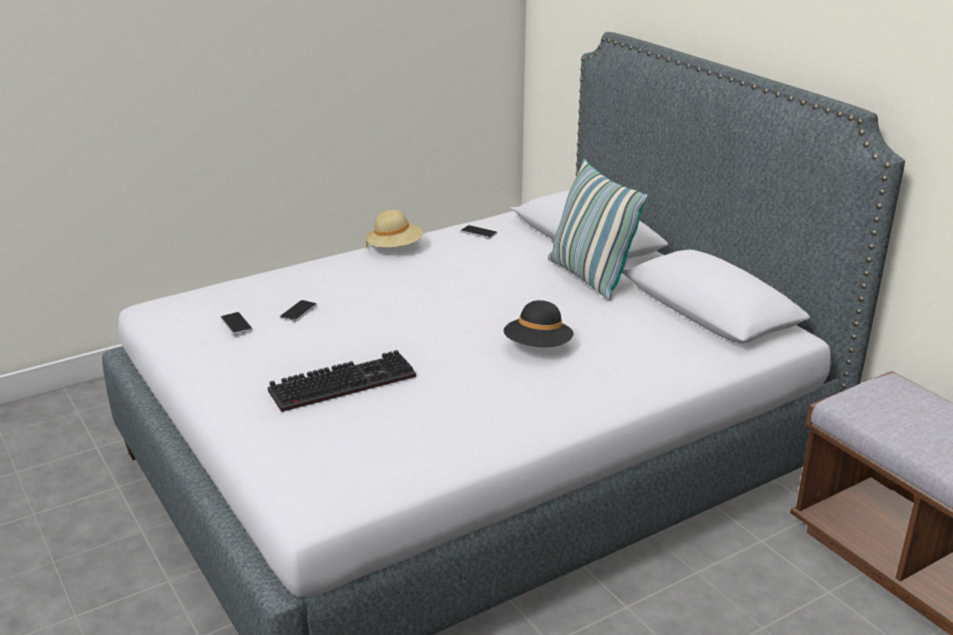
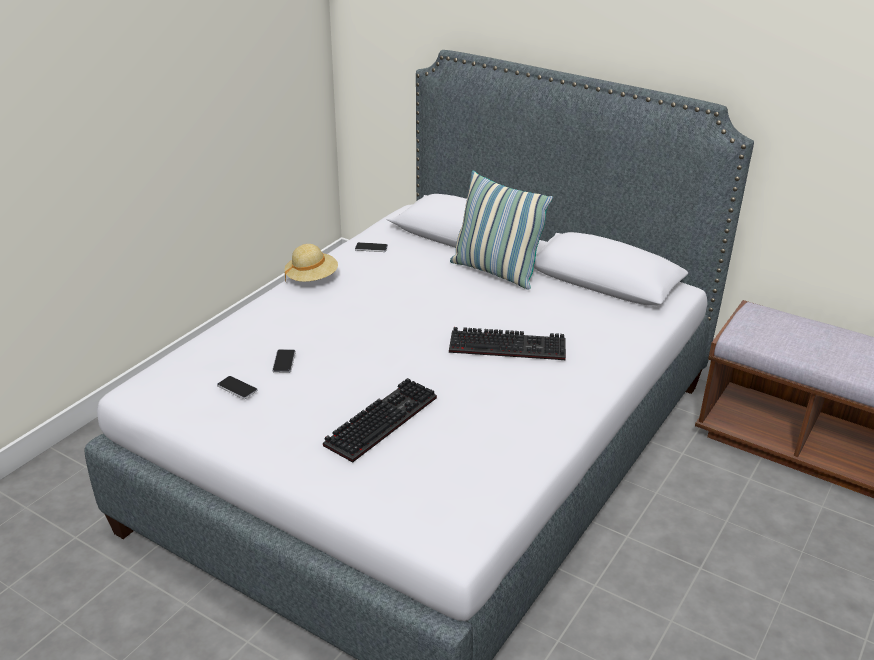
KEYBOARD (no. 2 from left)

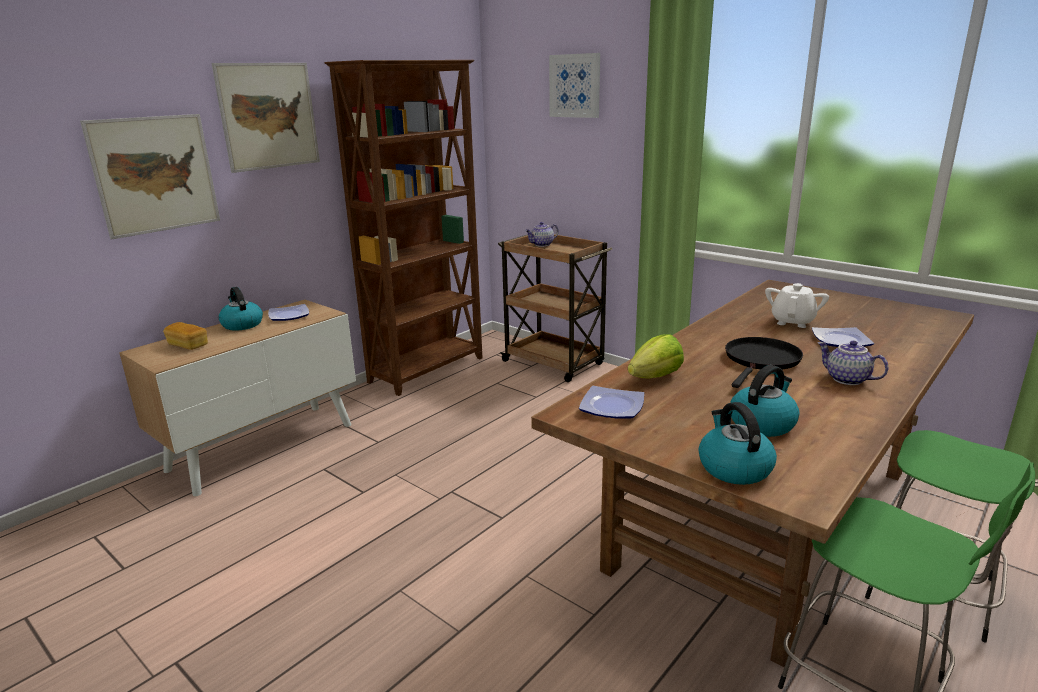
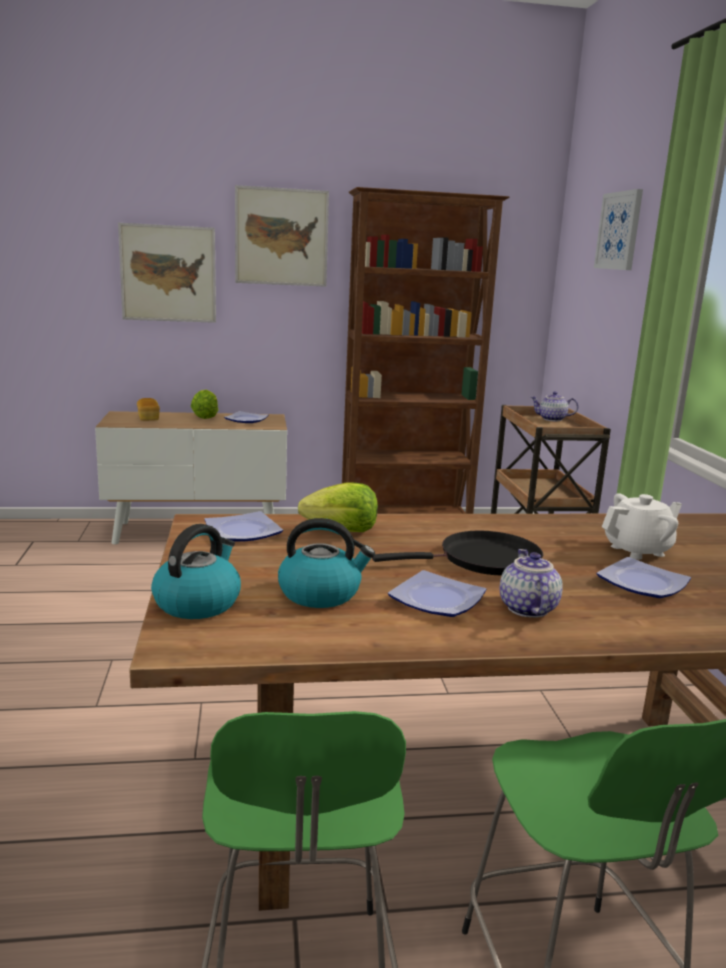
LETTUCE (no. 1 from left)
PLATE (no. 3 from left)

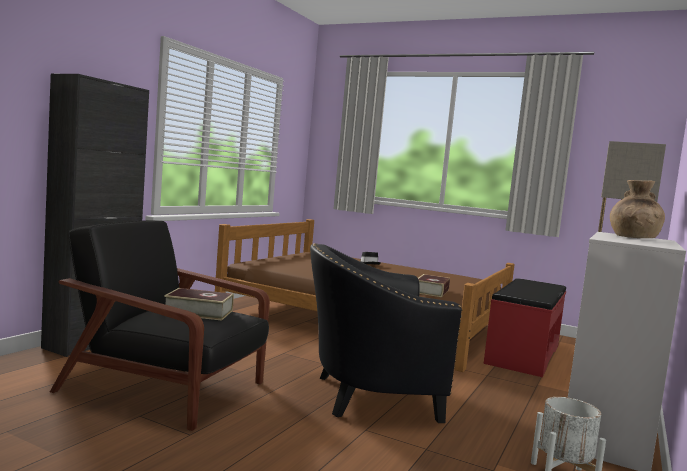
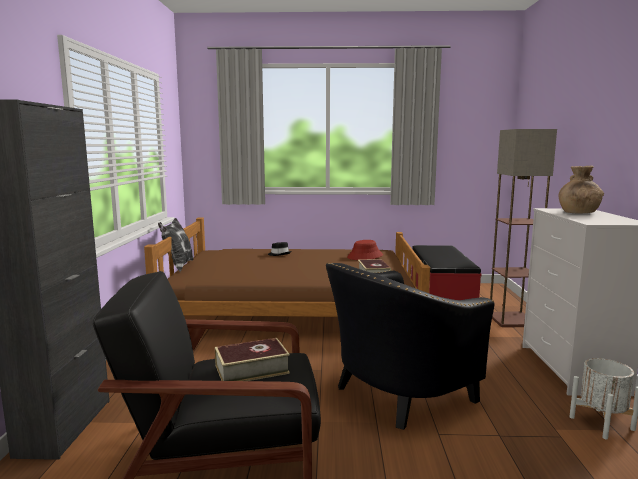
PILLOW
RED HAT

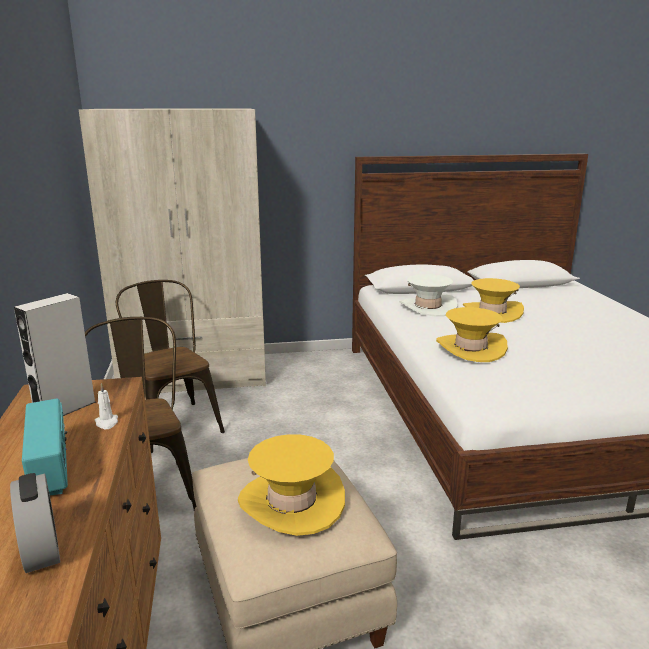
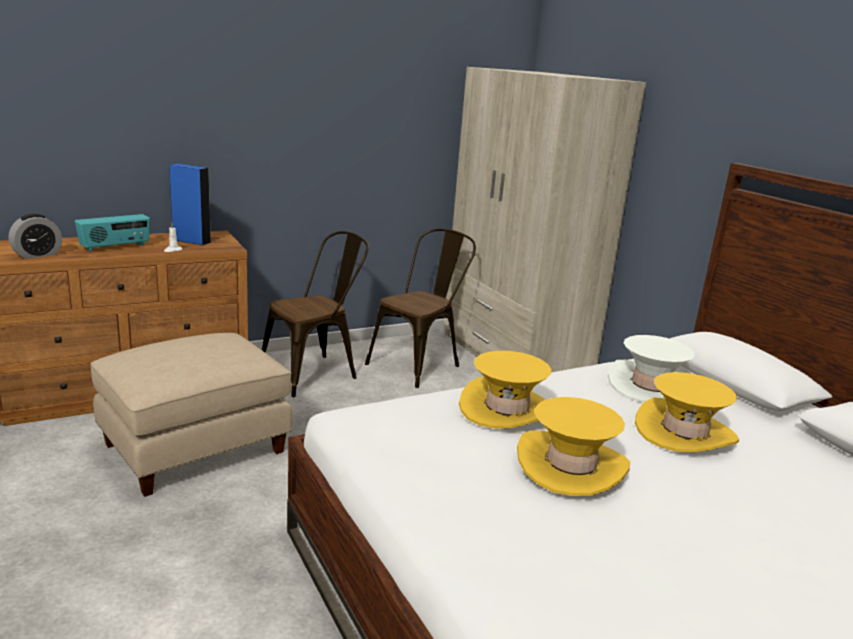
BLUE SPEAKER
YELLOW HAT (no. 2 from left)

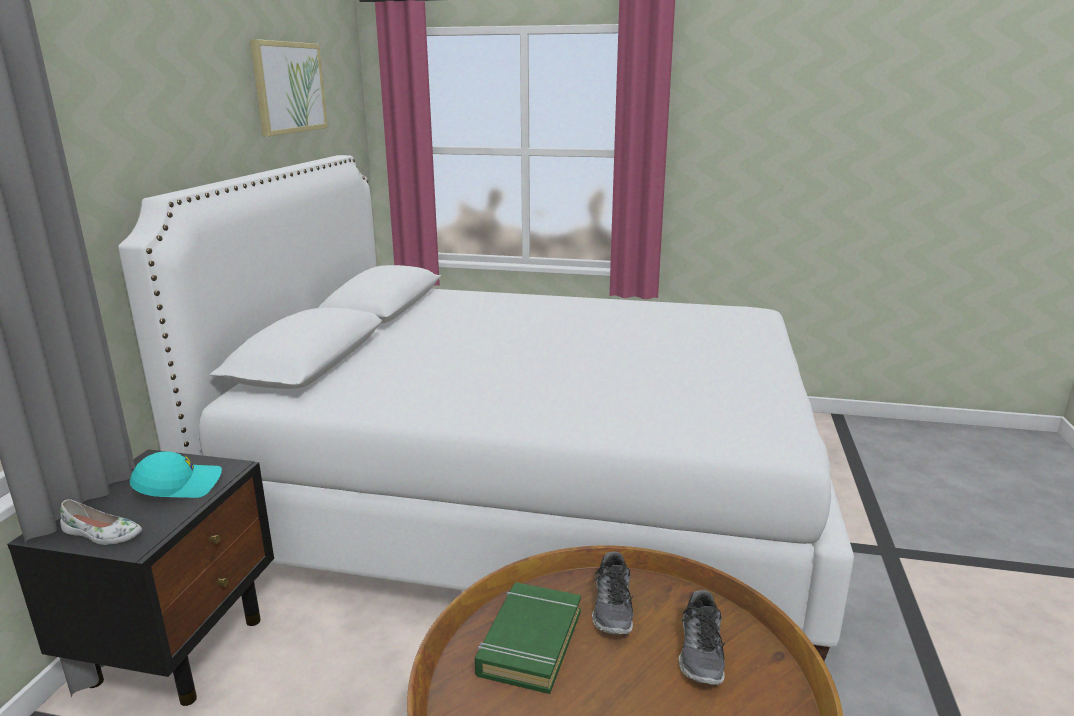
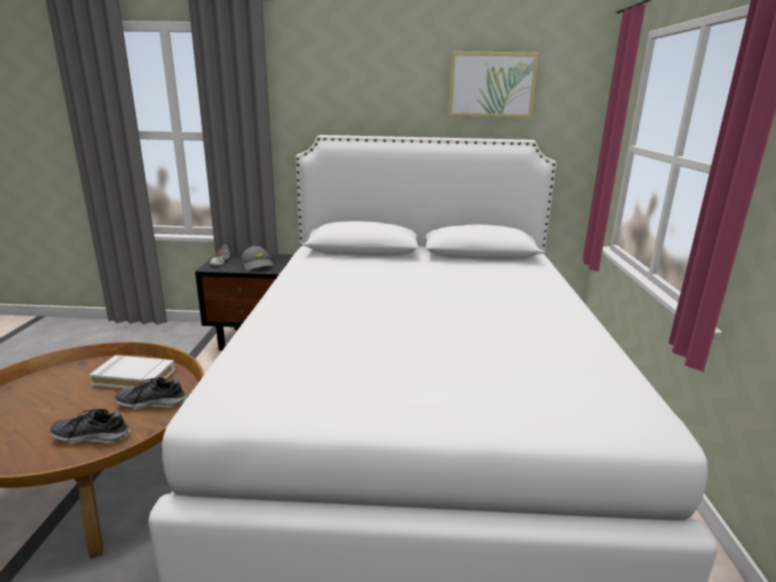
GREY CAP
WHITE BOOK

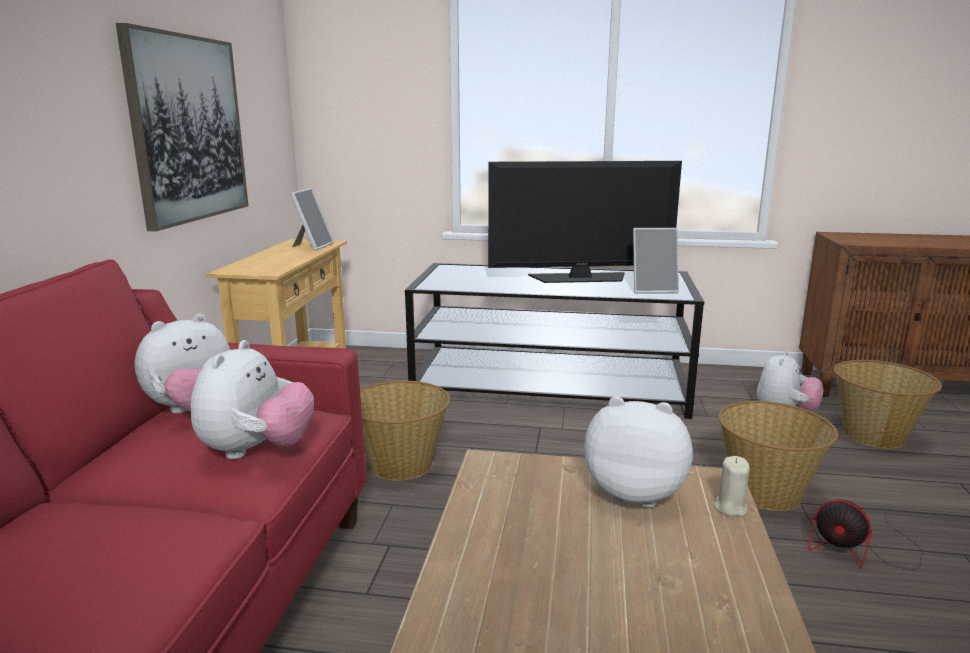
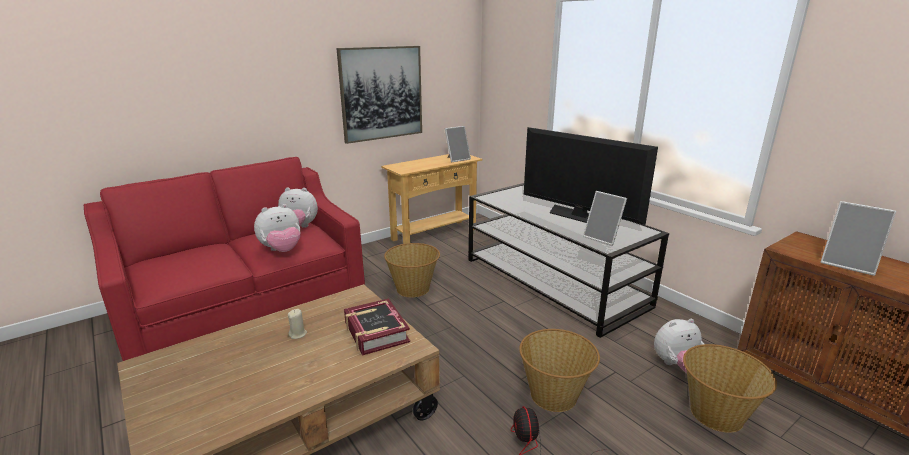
BOOK
BEIGE CANDLE
PICTURE FRAME (no. 3 from left)

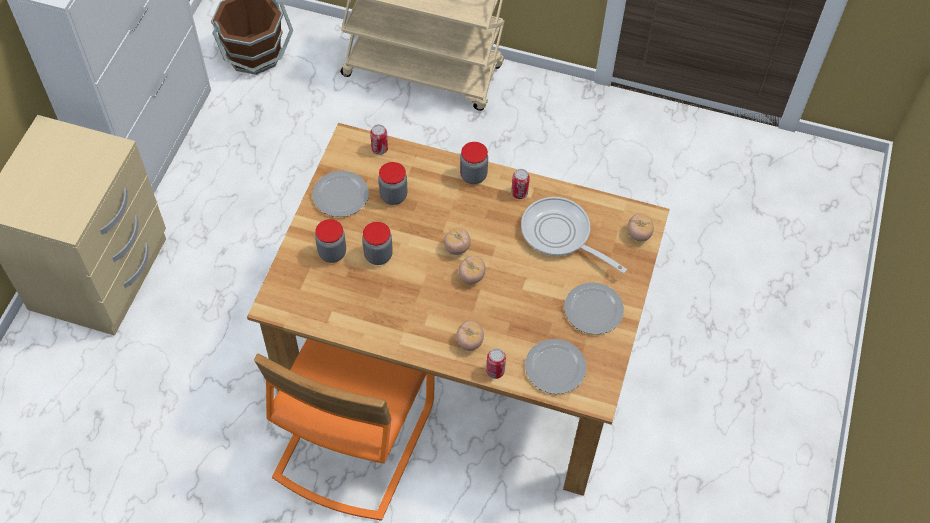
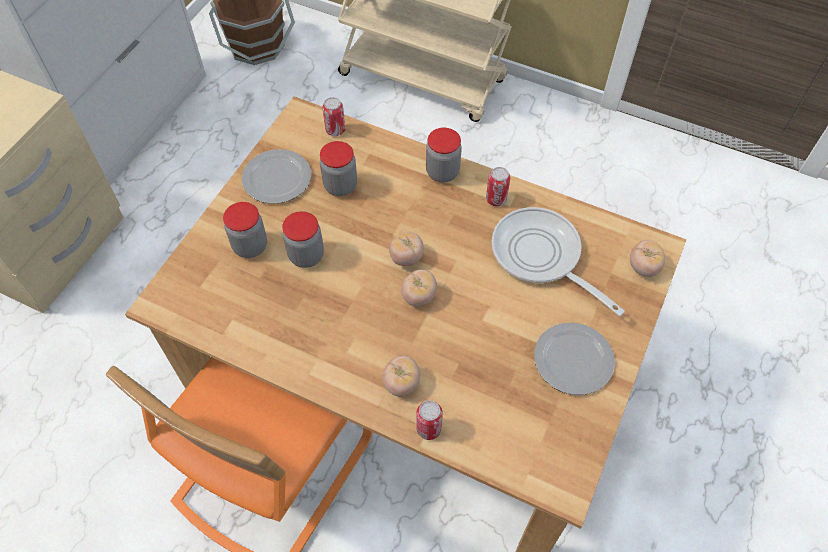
PLATE (no. 2 from left in the first image)

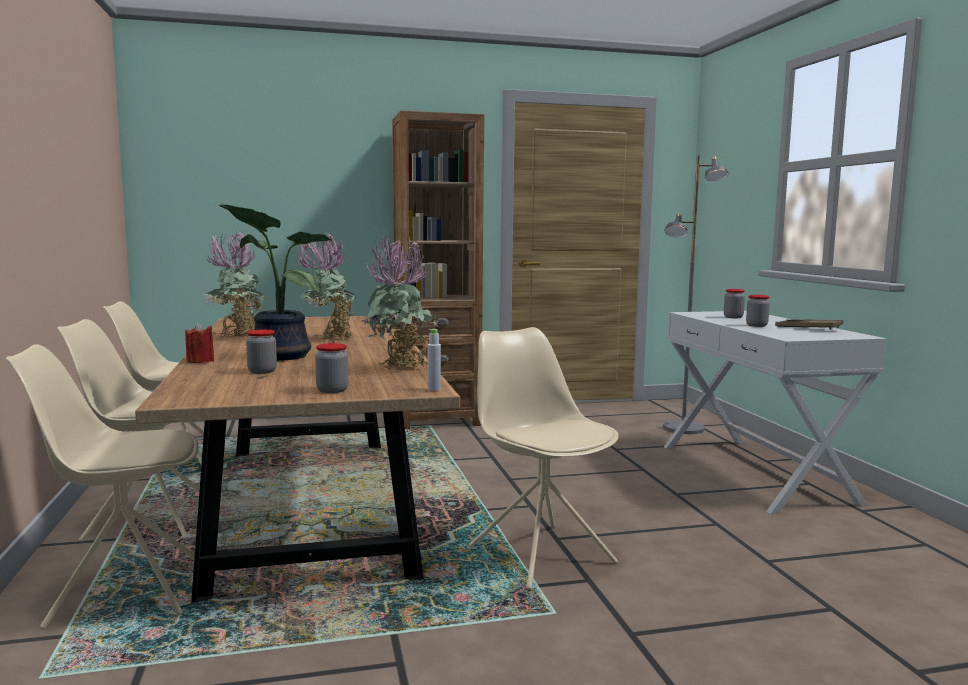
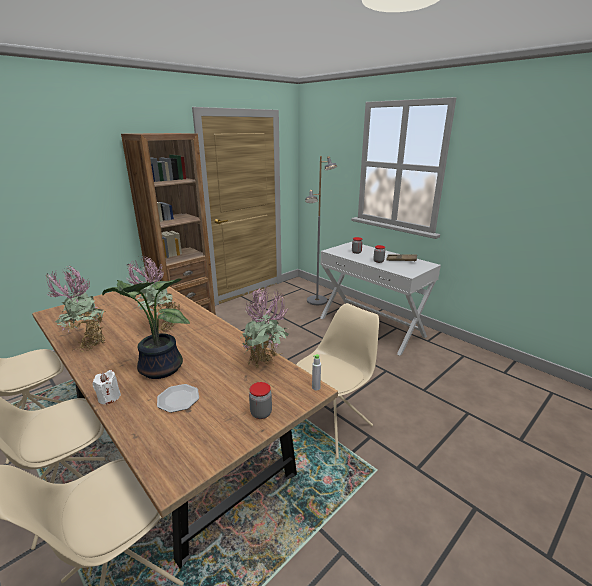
WHITE CANDLE
BEIGE CHAIR (no. 4 from left)
PLATE

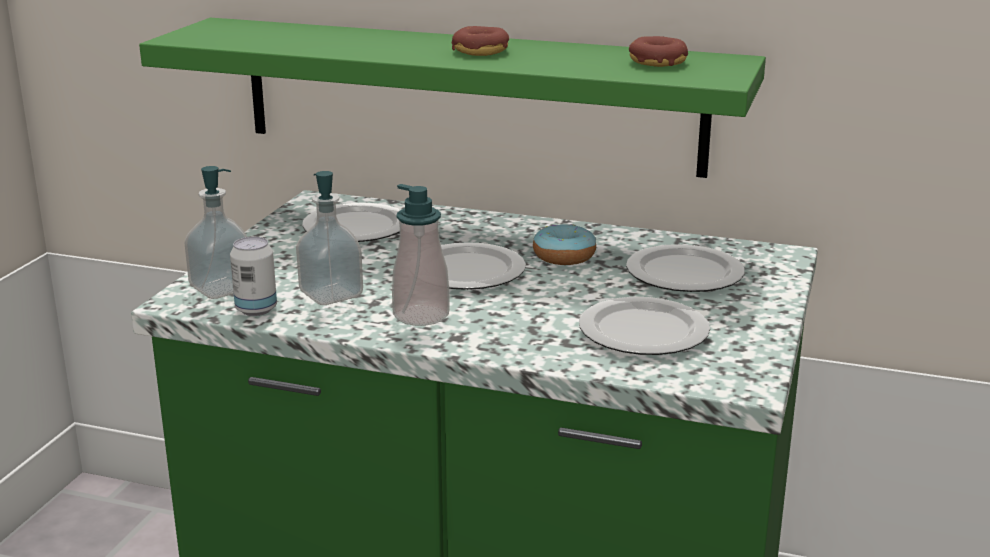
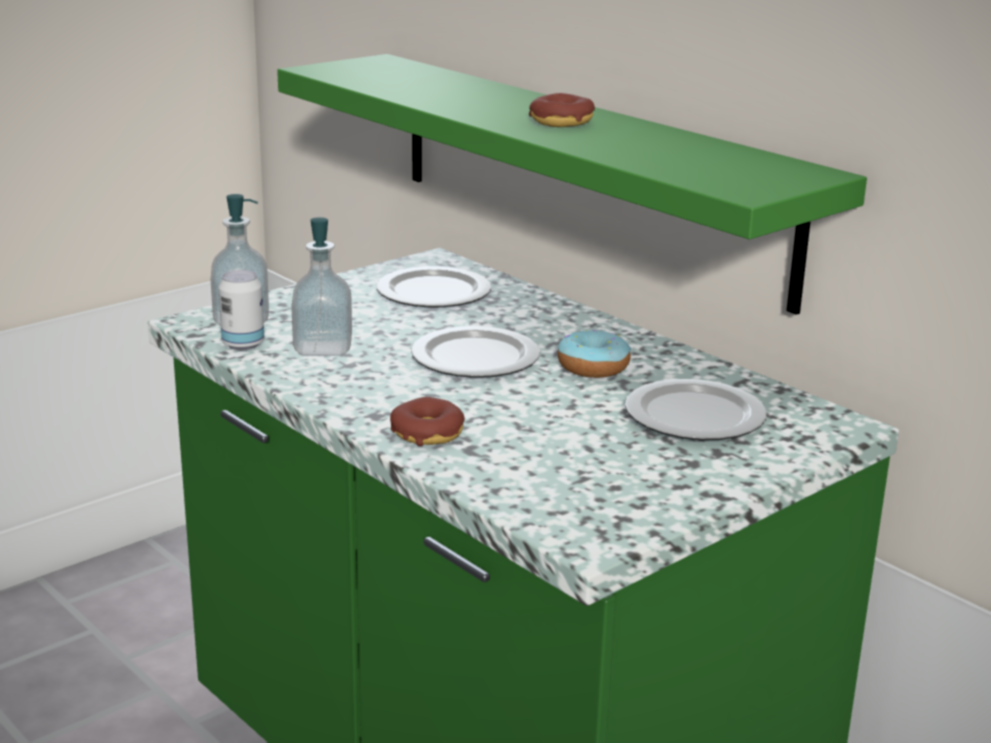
DONUT (no. 1 from left)
SOAP DISPENSER (no. 3 from left in the first image)
PLATE (no. 3 from left in the first image)

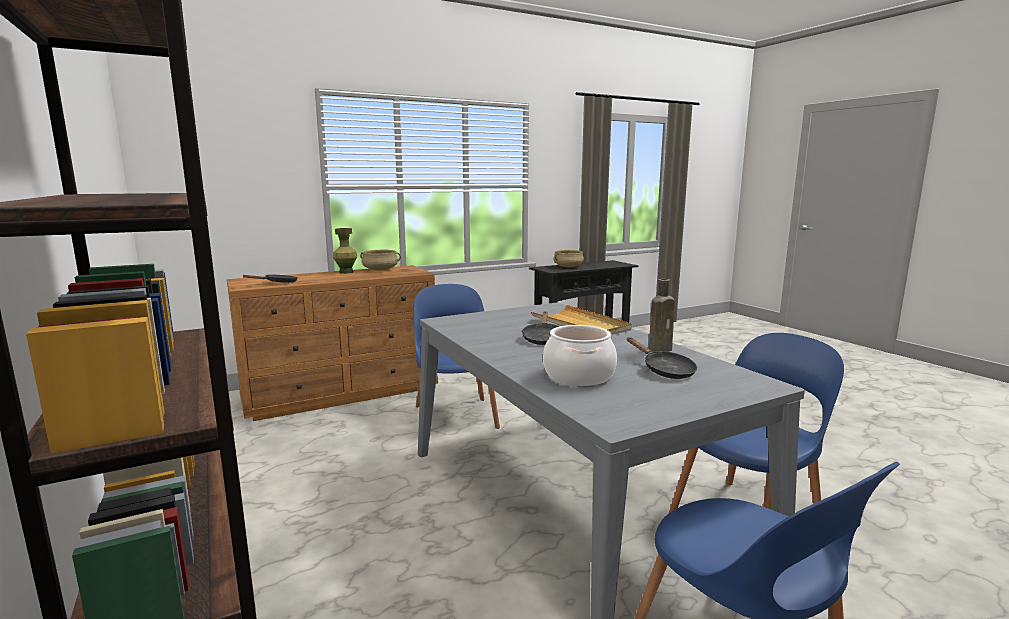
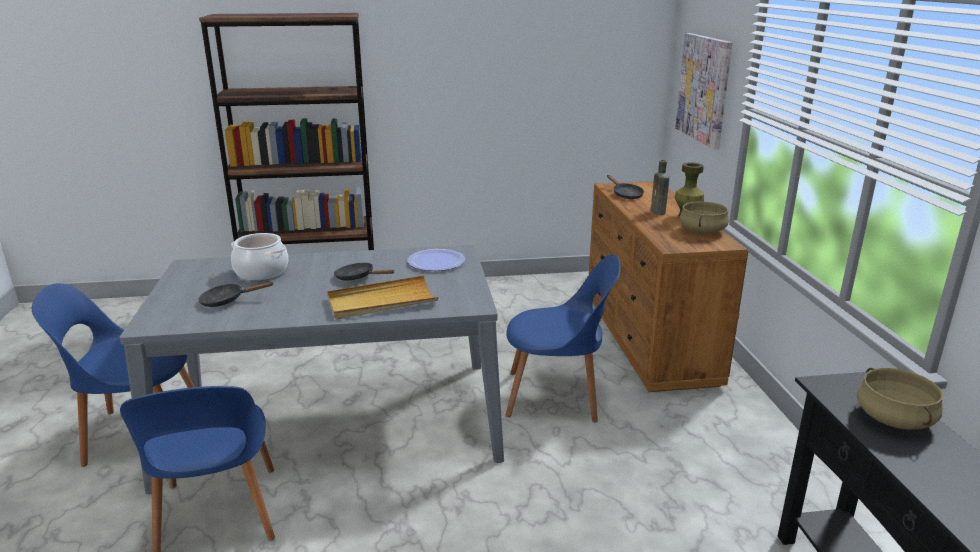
BROWN BOTTLE
PICTURE
PLATE

